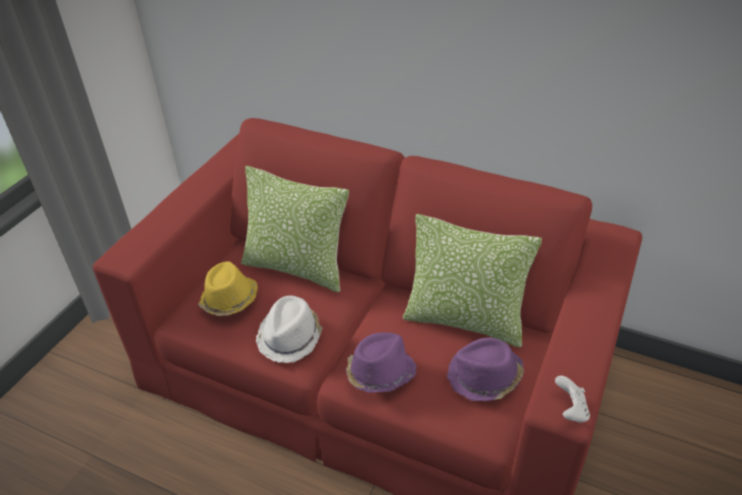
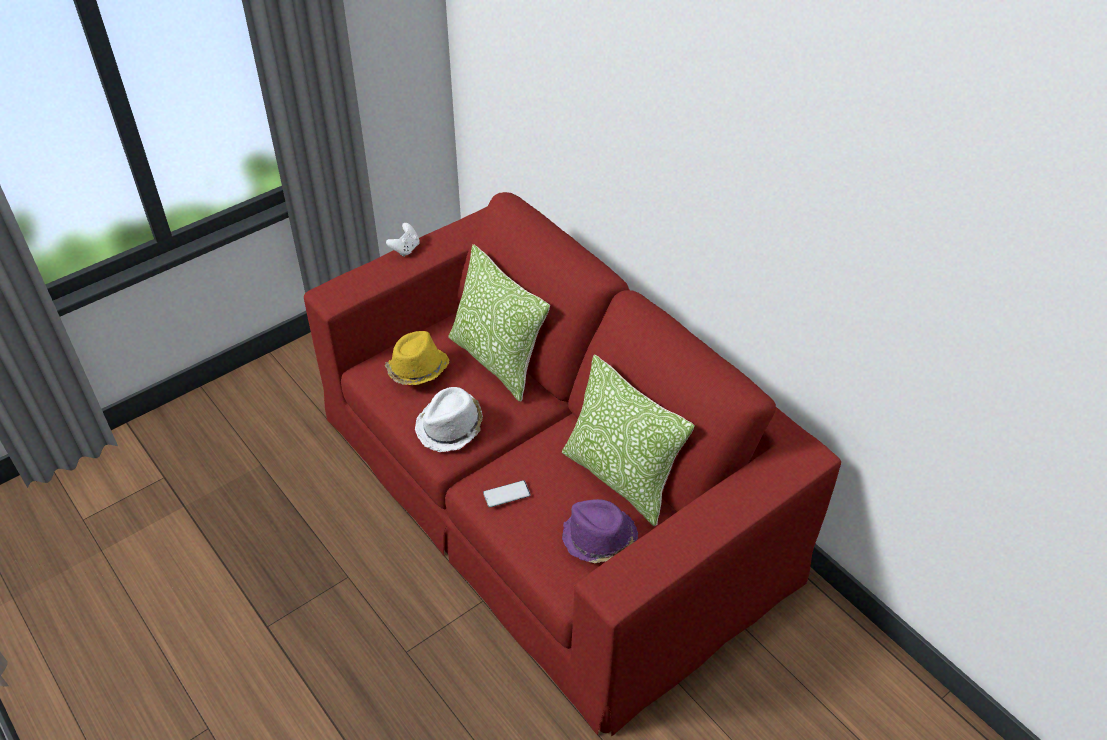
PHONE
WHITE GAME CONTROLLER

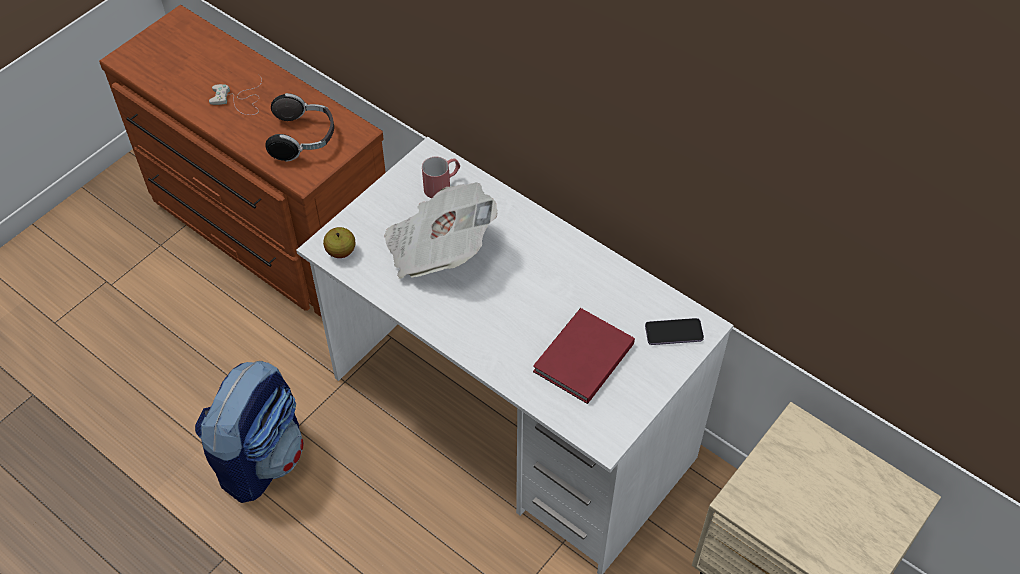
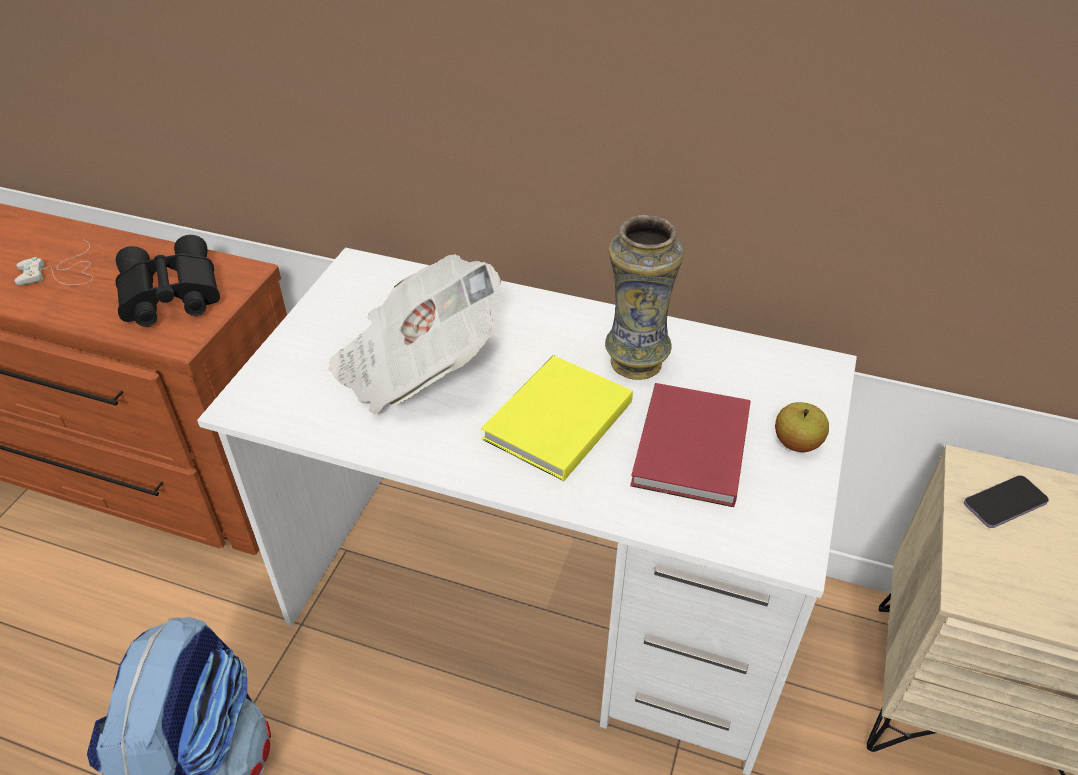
BLACK BINOCULARS
RED MUG
APPLE
PHONE
VASE
YELLOW BOOK

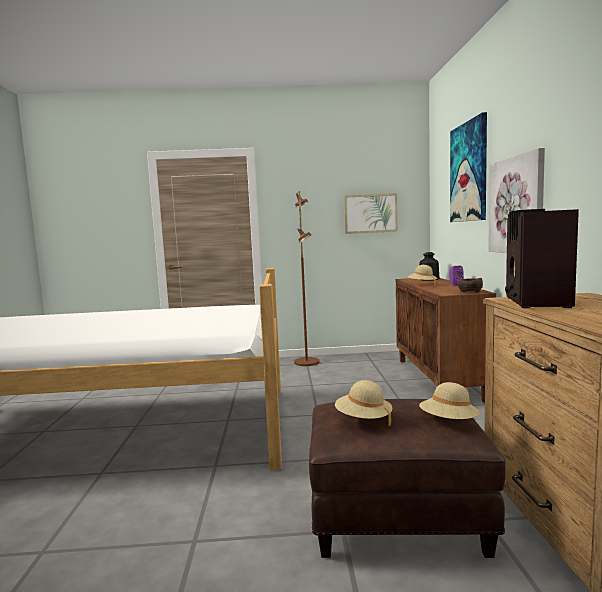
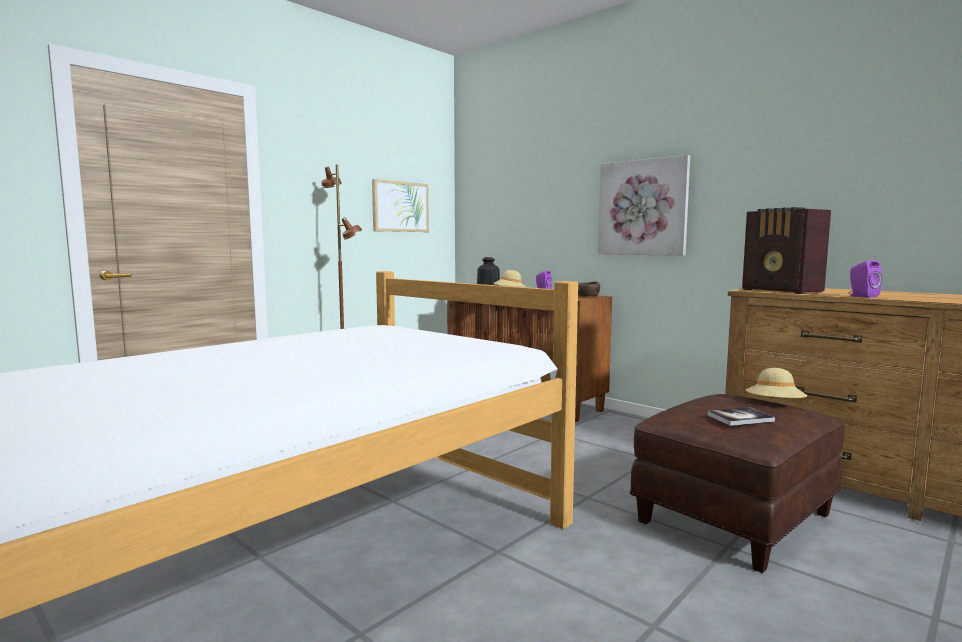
PICTURE (no. 2 from left in the first image)
BOOK
PURPLE SPEAKER (no. 2 from left)

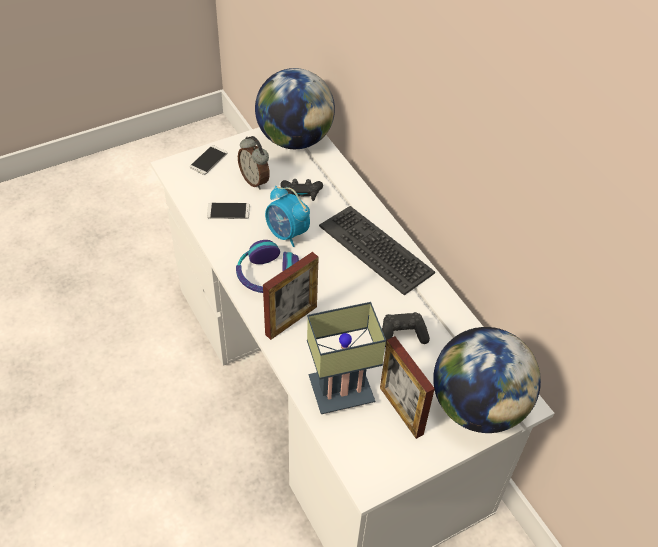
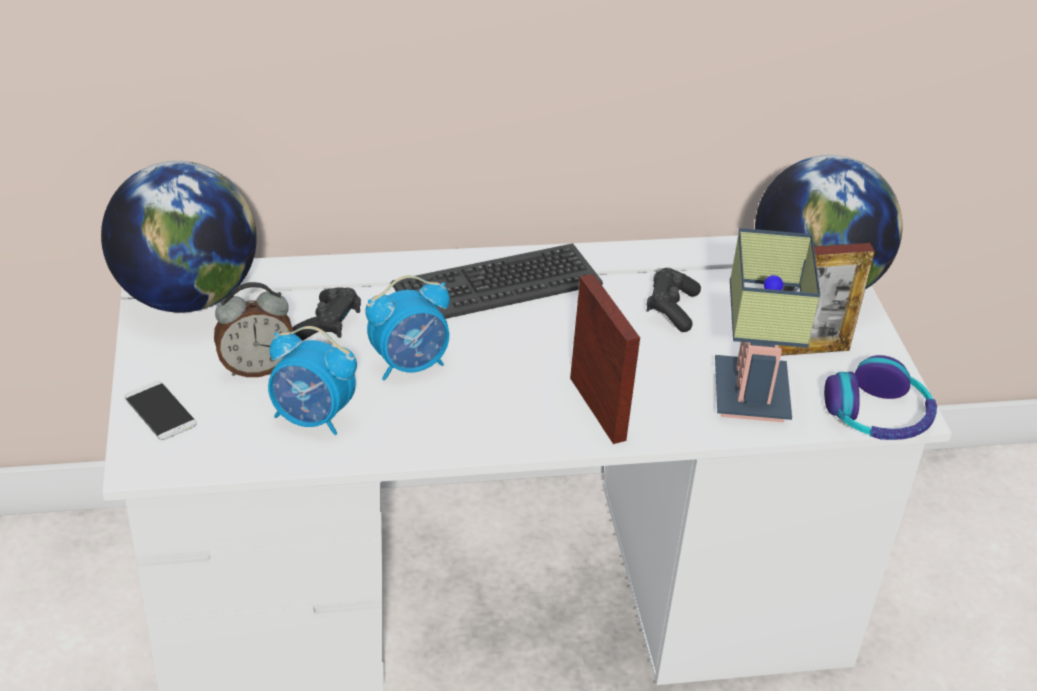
ALARM CLOCK (no. 2 from left)
HEADPHONES

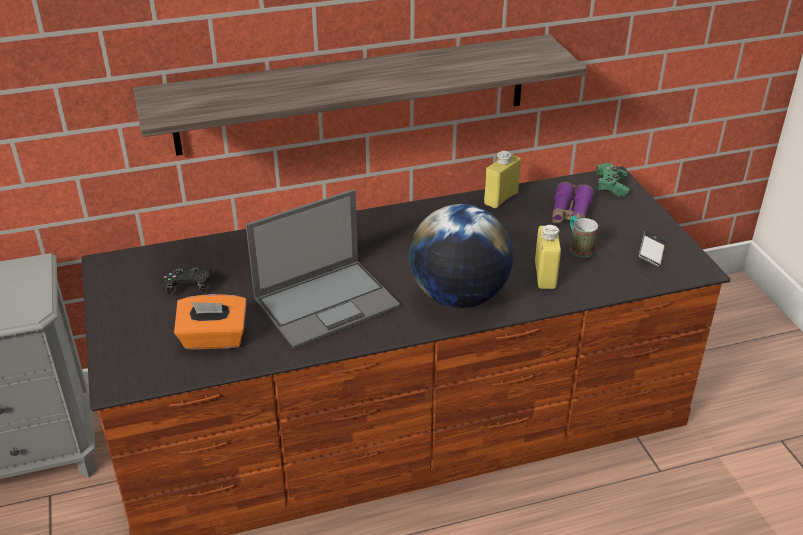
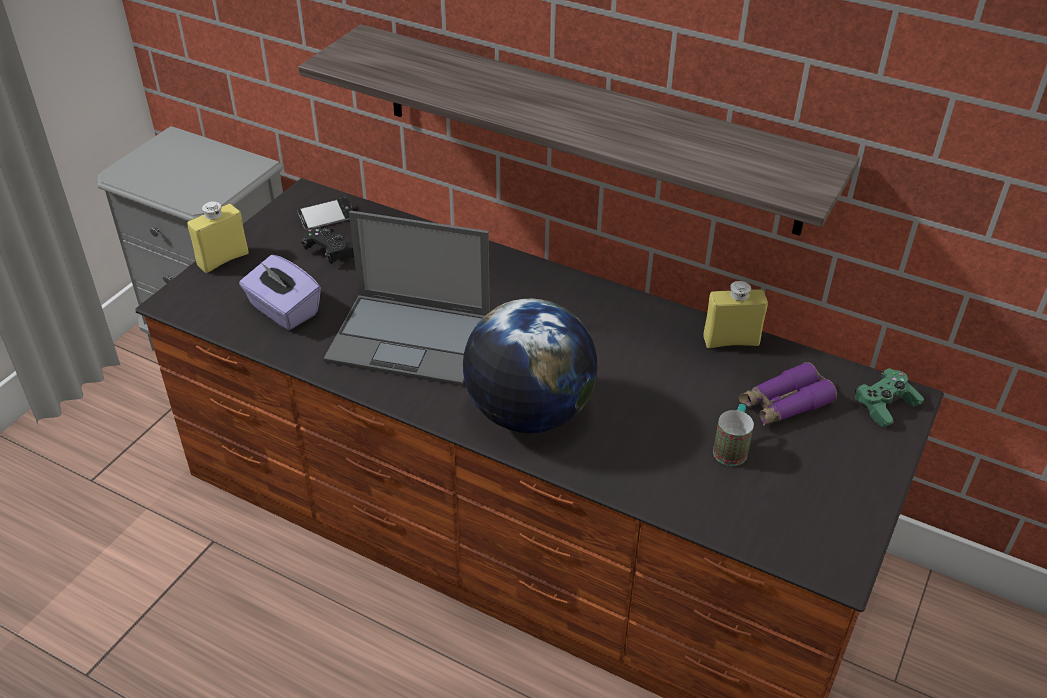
YELLOW BOTTLE (no. 1 from left)
PHONE
PURPLE TISSUE BOX

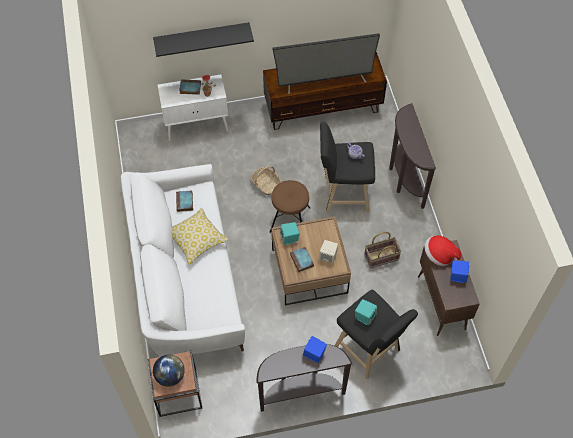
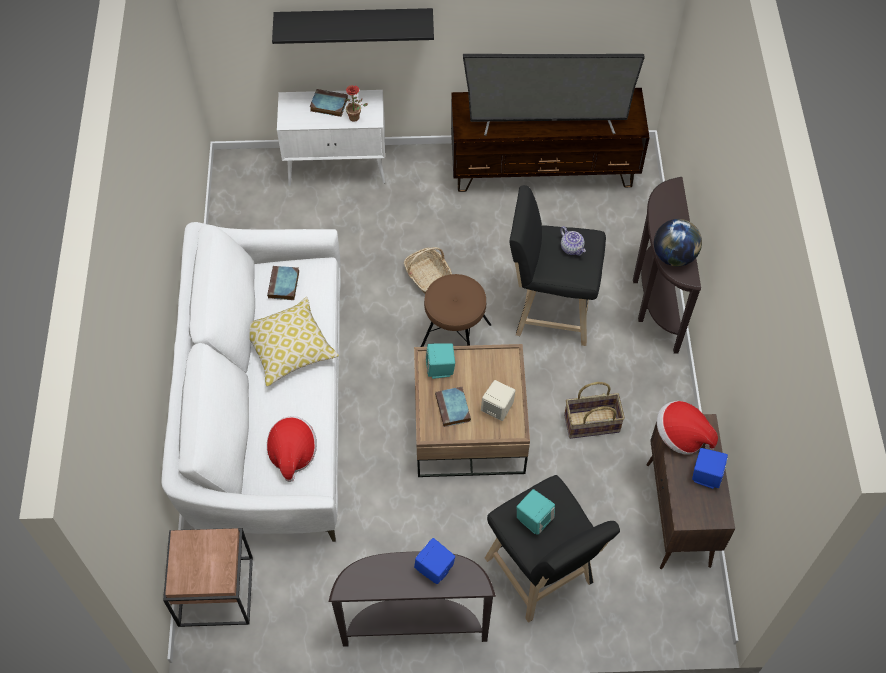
GLOBE
HAT (no. 1 from left)

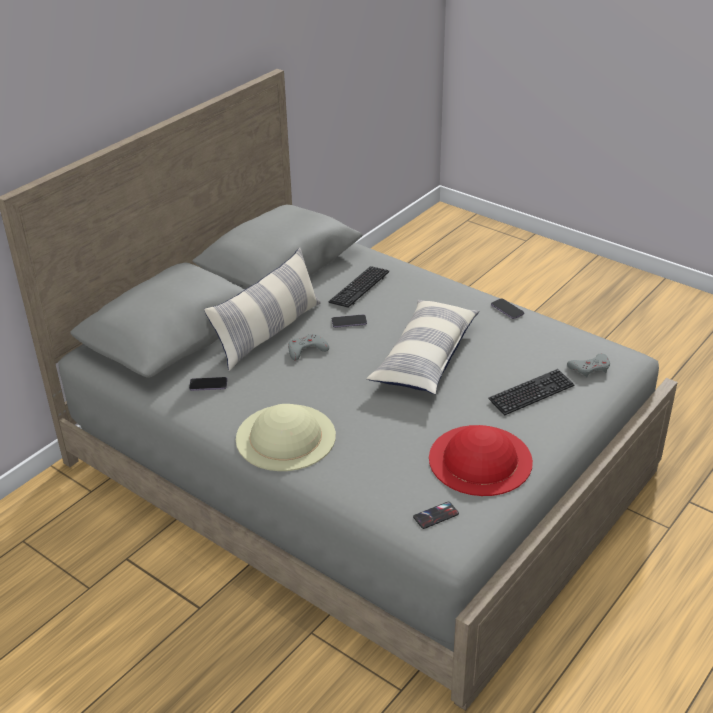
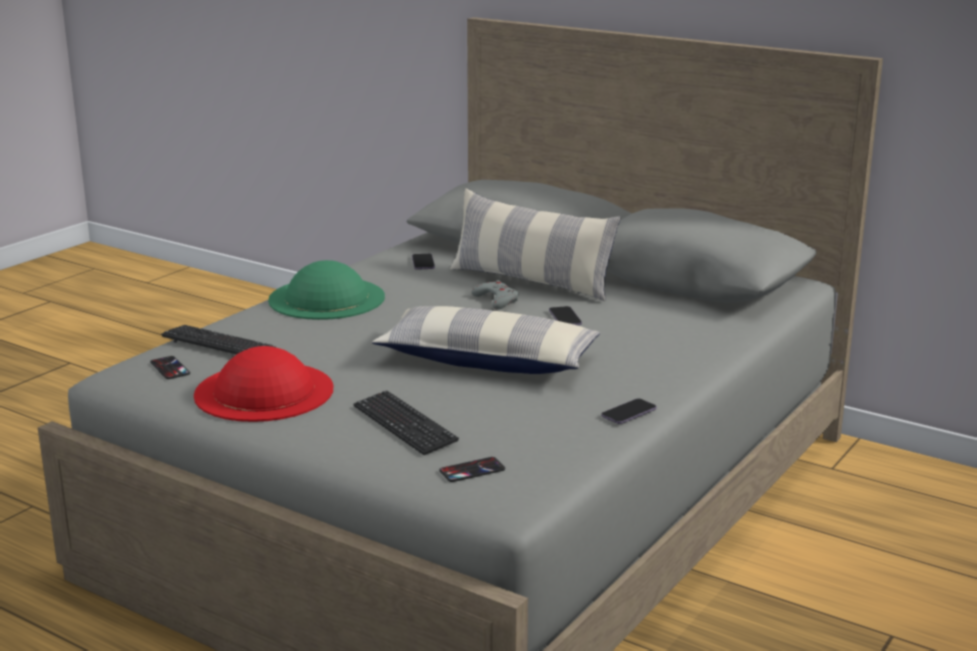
KEYBOARD (no. 1 from left)
PHONE (no. 3 from left)
GREEN HAT

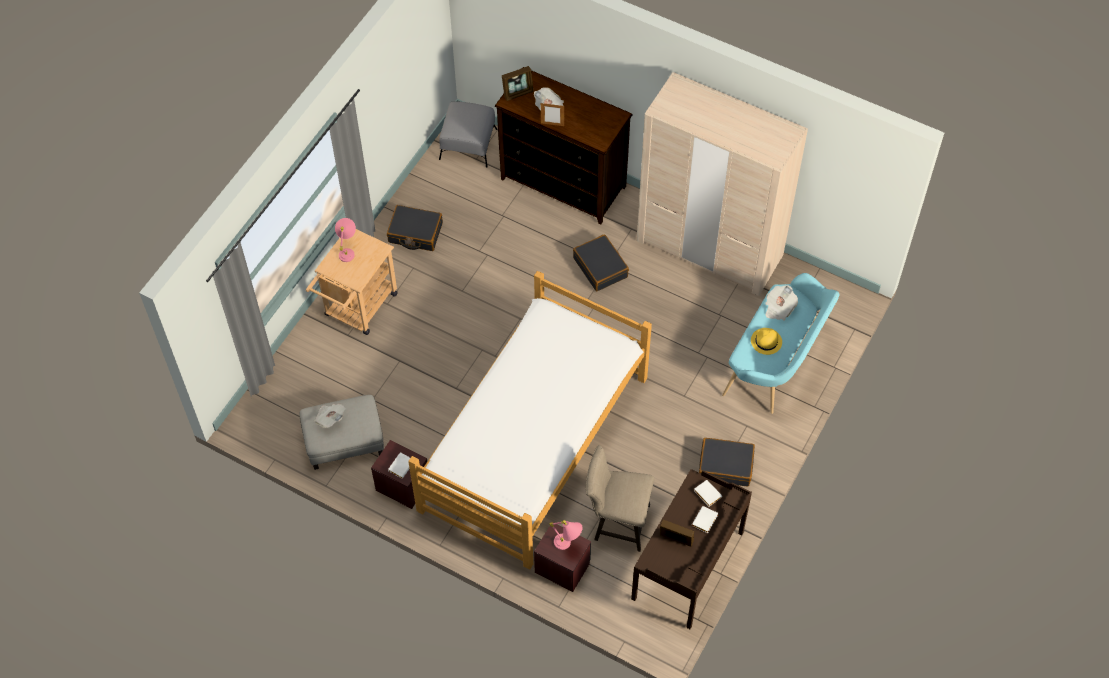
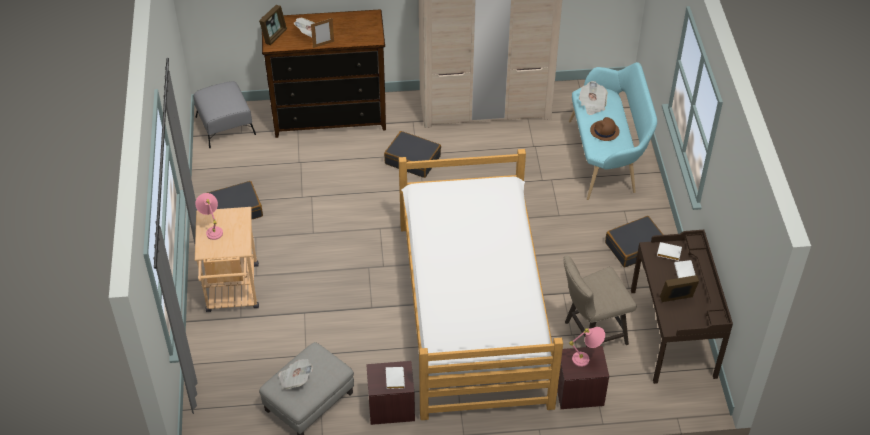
BROWN HAT

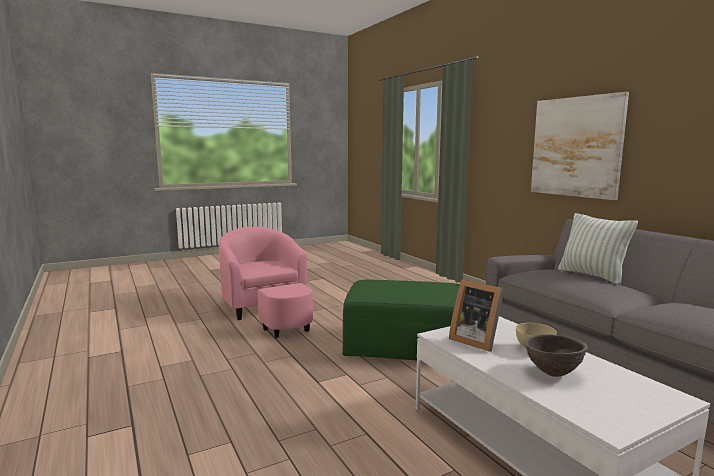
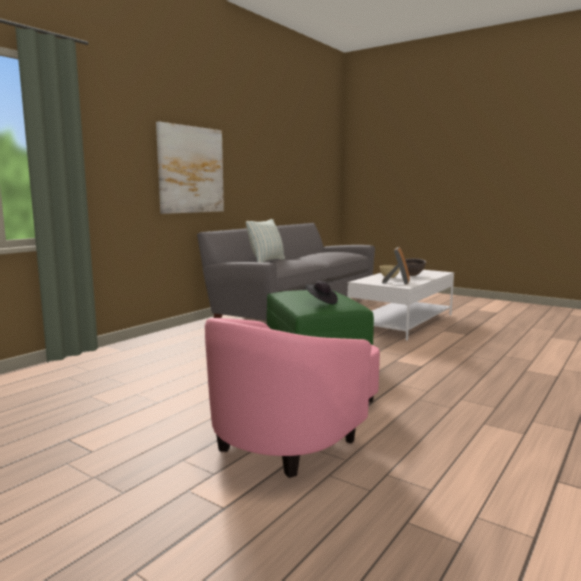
BLACK HAT

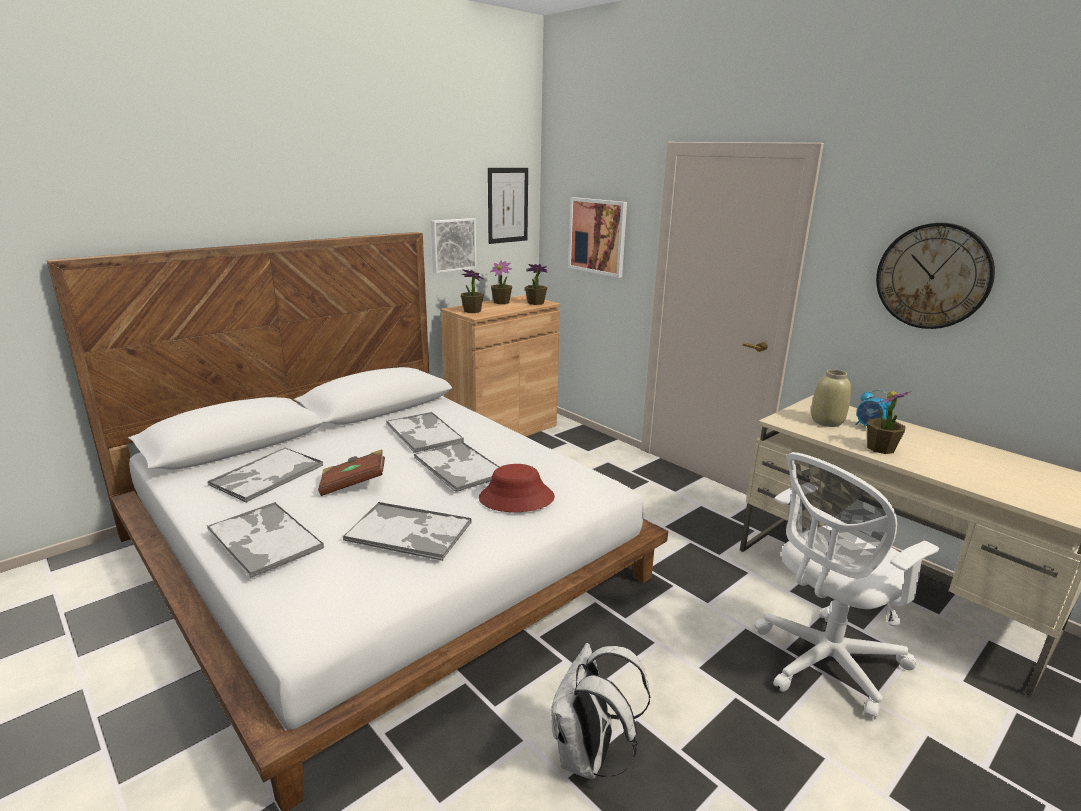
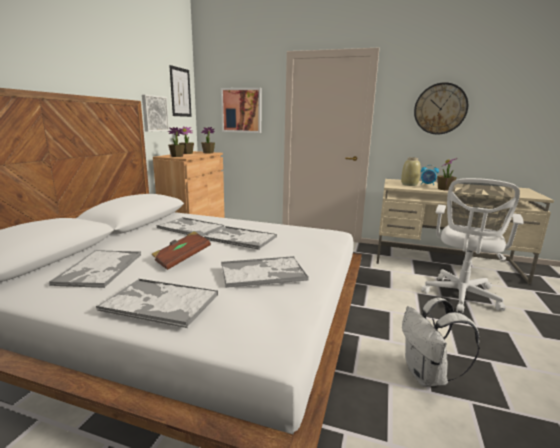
RED HAT

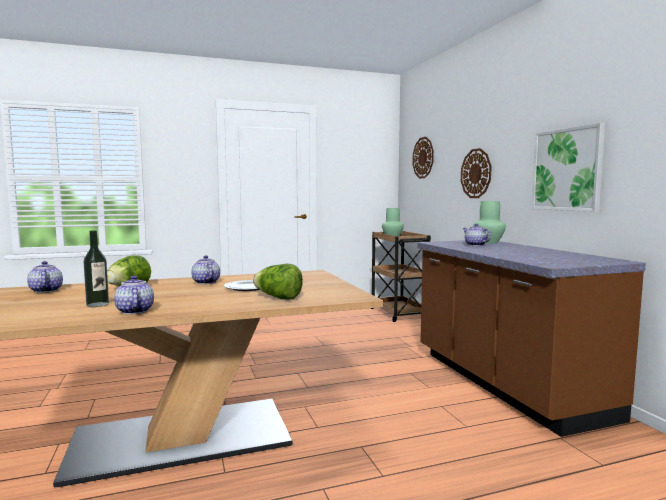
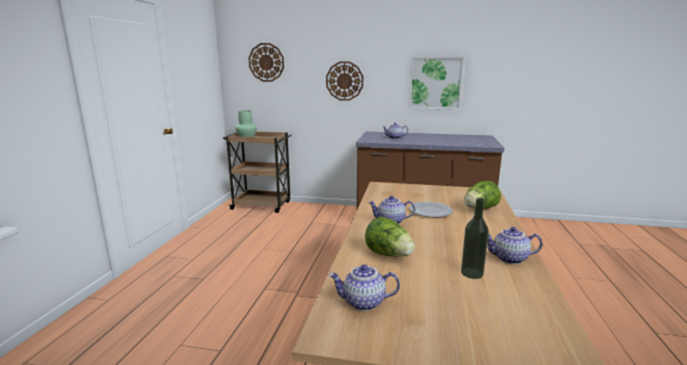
GREEN VASE (no. 2 from left in the first image)

